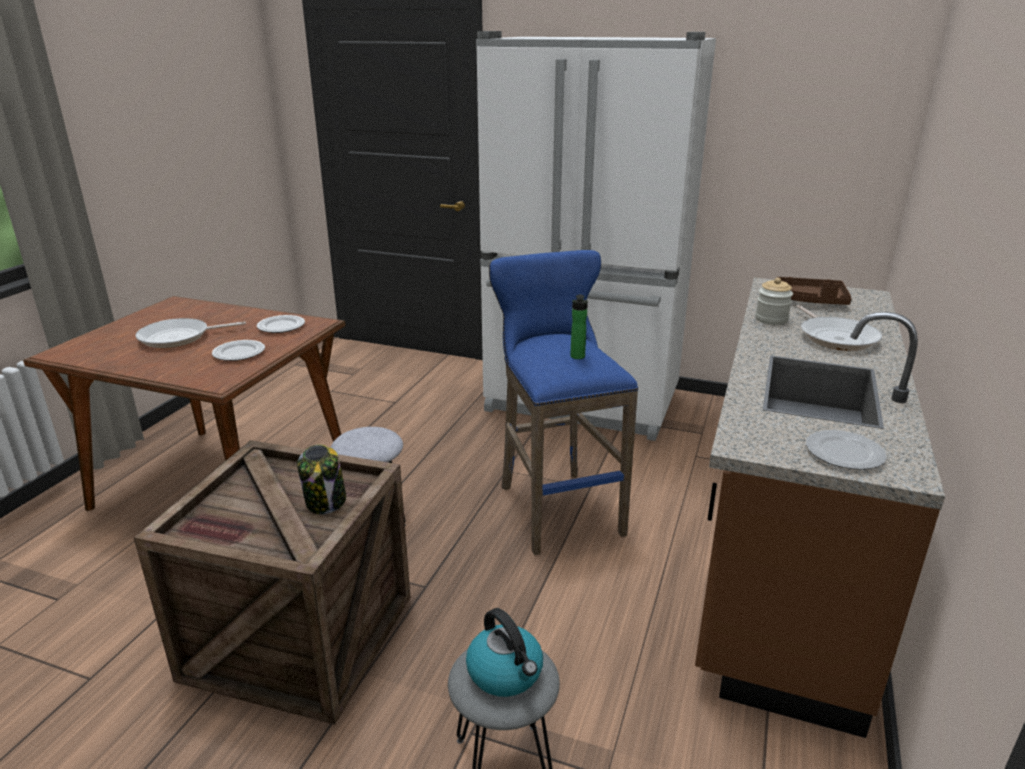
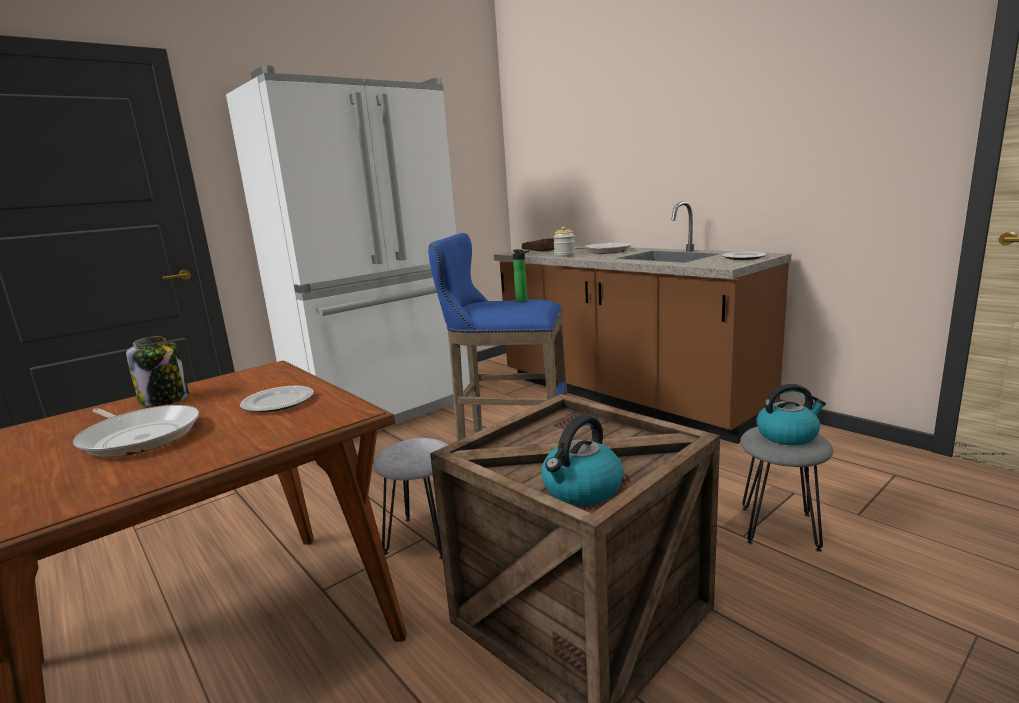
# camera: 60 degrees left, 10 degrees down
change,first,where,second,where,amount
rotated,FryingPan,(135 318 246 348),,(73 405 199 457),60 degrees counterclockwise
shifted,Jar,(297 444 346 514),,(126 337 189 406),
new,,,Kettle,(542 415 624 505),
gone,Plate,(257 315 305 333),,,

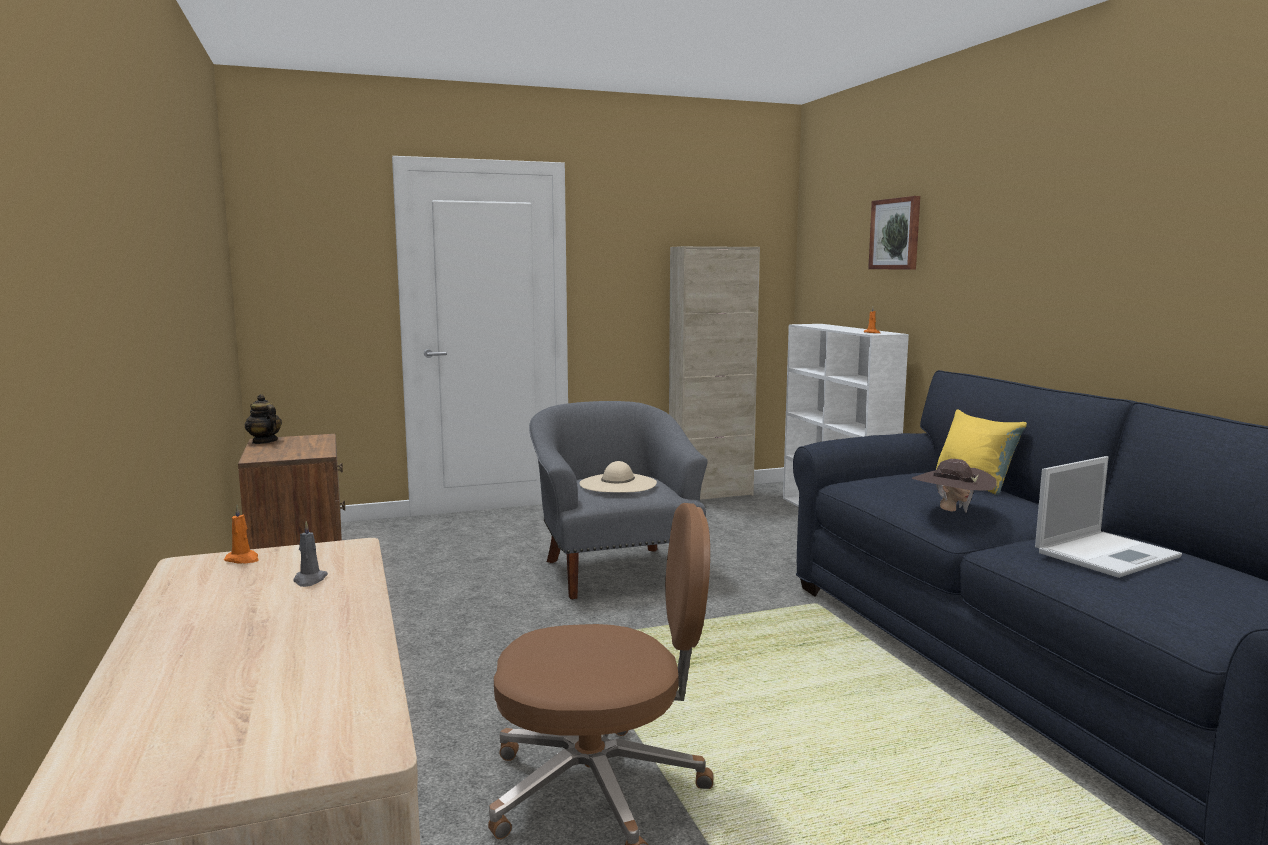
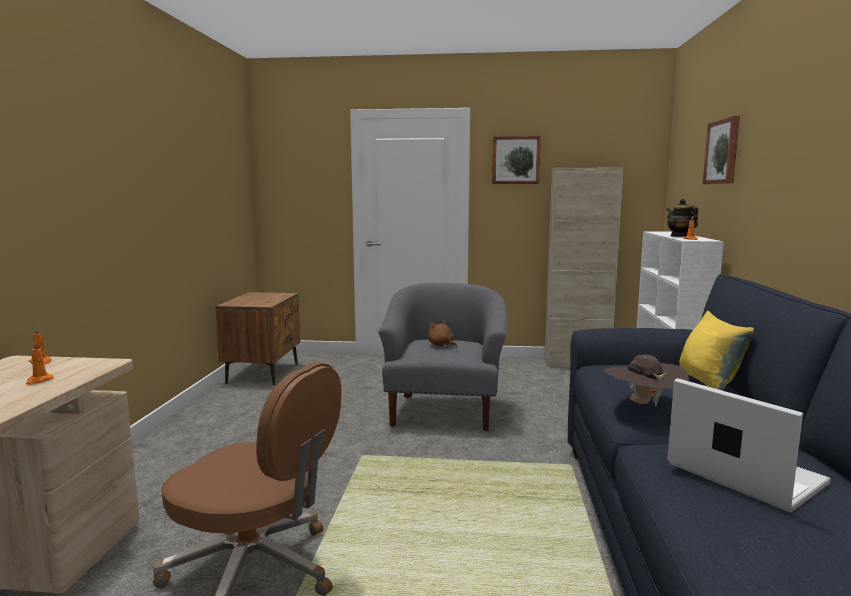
# camera: 25 degrees right, 0 degrees up
change,first,where,second,where,amount
repainted,GreyCandle,(294 521 328 587),OrangeCandle,(26 341 54 385),
swapped,BeigeHat,(579 461 657 492),BrownPlushToy,(428 320 457 348),
new,,,Picture,(492 136 541 184),
shifted,Teapot,(245 394 282 444),,(667 199 698 237),
rotated,Laptop,(1035 456 1182 578),,(667 378 830 513),120 degrees counterclockwise

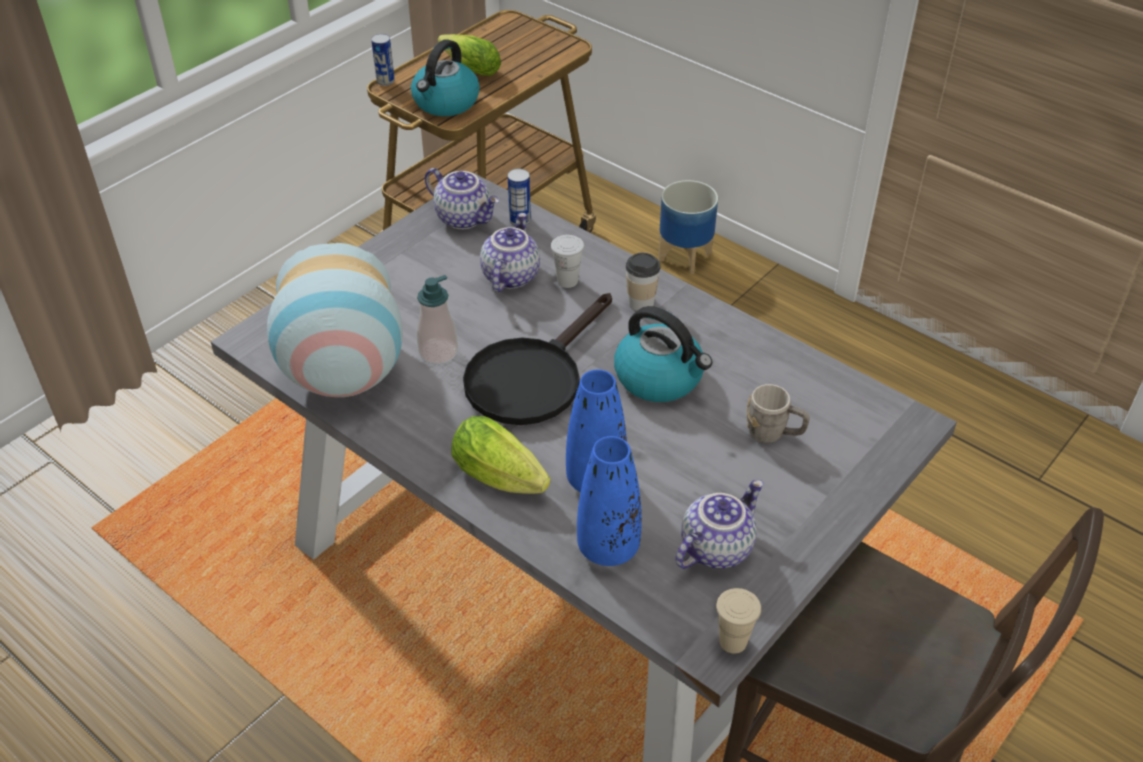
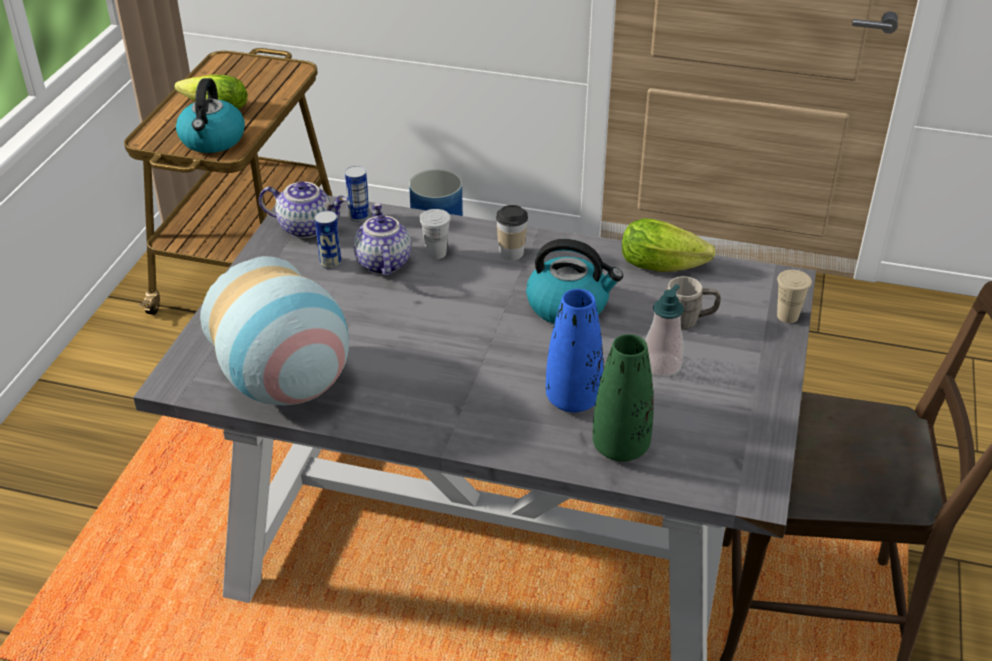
# camera: 25 degrees left, 5 degrees down
change,first,where,second,where,amount
shifted,Can,(371 34 395 86),,(315 211 341 269),
repainted,BlueVase,(577 436 642 566),GreenVase,(593 334 654 462),
shifted,Lettuce,(451 416 551 494),,(622 218 715 272),
shifted,SoapDispenser,(417 275 458 364),,(645 284 684 377),
shifted,BeigeCup,(716 588 761 653),,(777 270 812 323),
gone,BlackFryingPan,(463 293 612 425),,,
gone,Teapot,(675 480 764 569),,,

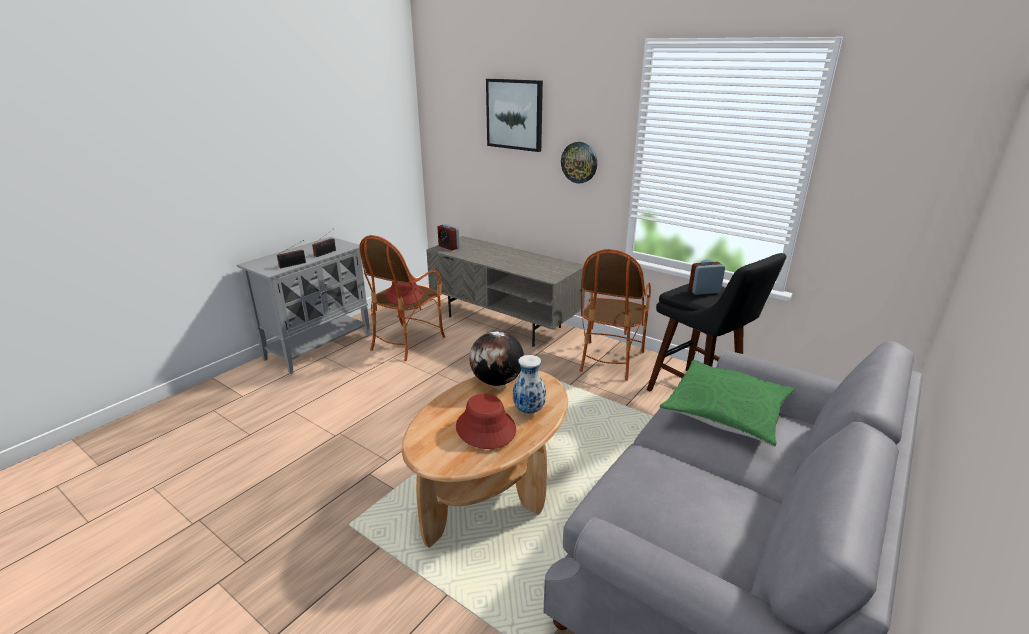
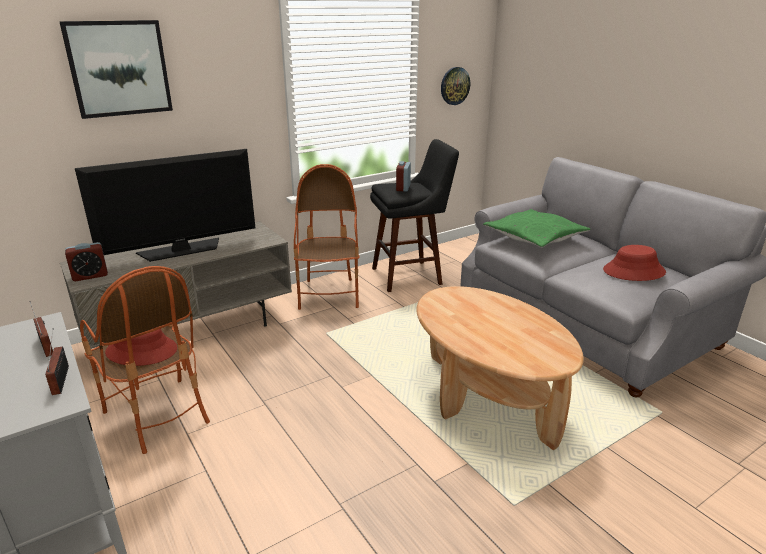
# camera: 70 degrees left, 0 degrees up
change,first,where,second,where,amount
new,,,Television,(75 149 255 262),
rotated,Armchair,(579 249 651 381),,(294 164 359 310),135 degrees counterclockwise
shifted,WallClock,(561 142 597 184),,(441 67 470 105),
shifted,RedHat,(456 393 516 449),,(603 245 666 281),
gone,Globe,(469 331 524 386),,,
gone,Vase,(513 355 546 414),,,

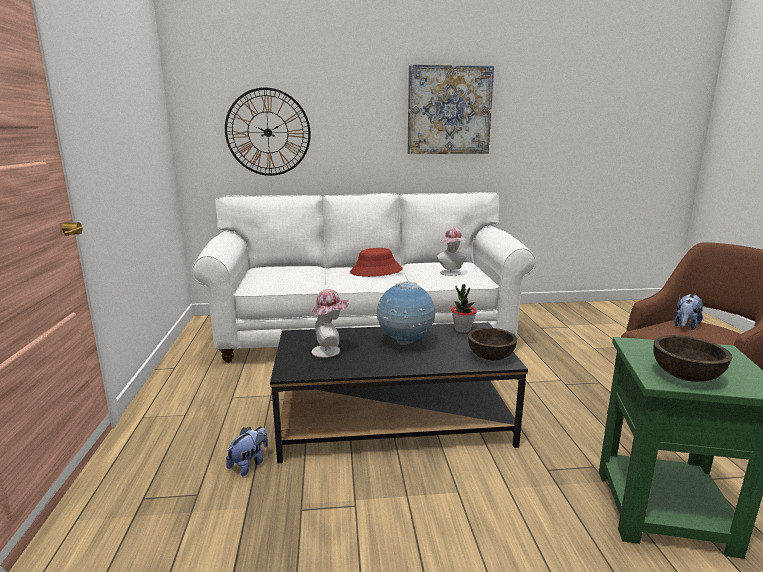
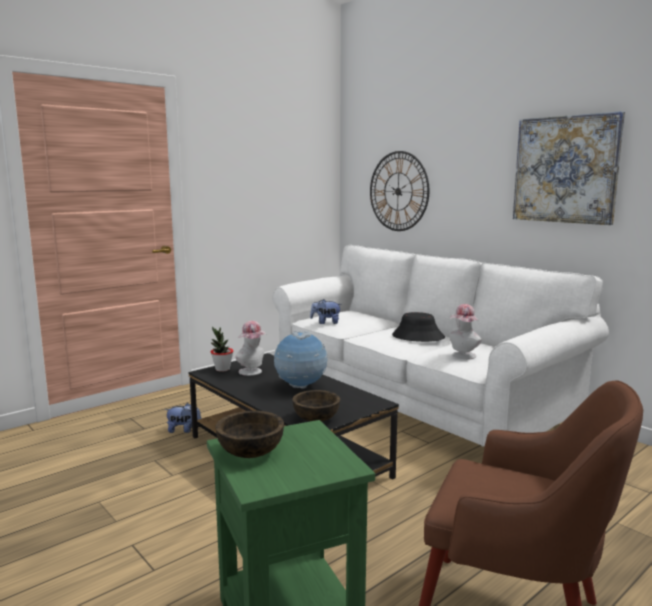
# camera: 55 degrees right, 5 degrees down
change,first,where,second,where,amount
shifted,PottedPlant,(451 284 477 333),,(211 326 233 372),
shifted,PlushToy,(674 294 703 330),,(310 299 342 324),
repainted,RedHat,(350 248 403 277),BlackHat,(392 312 445 342),

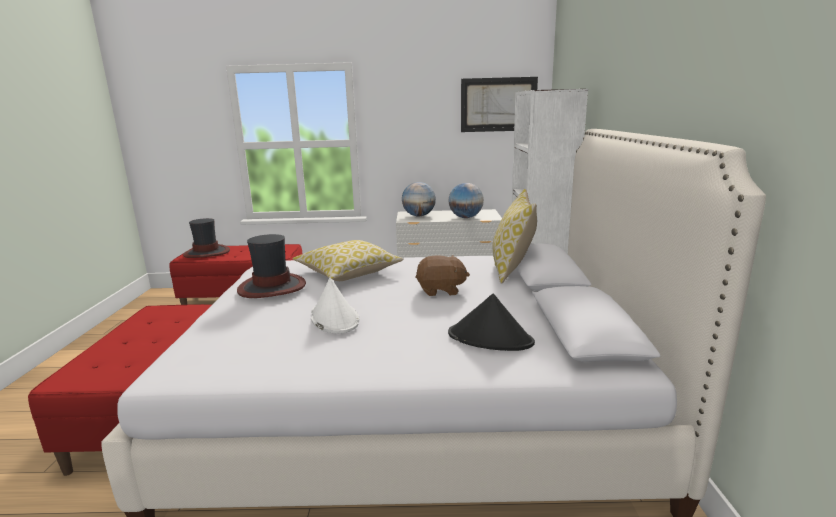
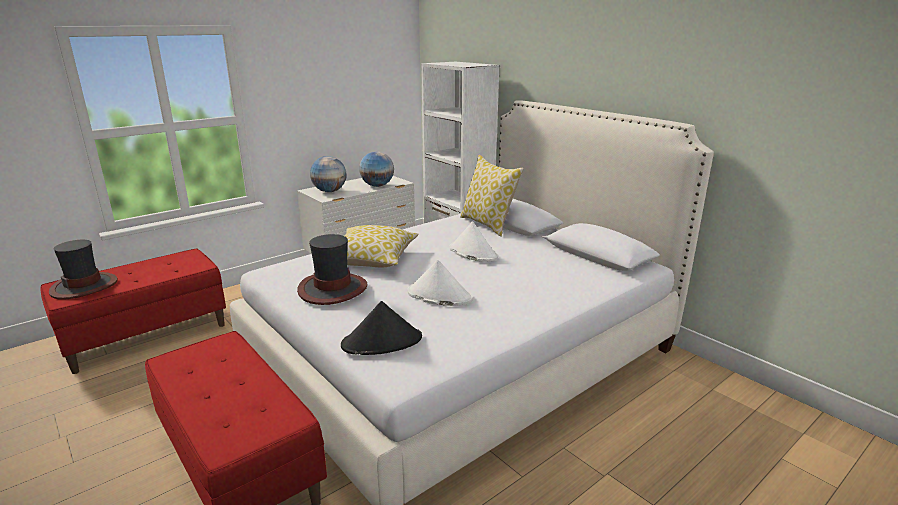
# camera: 40 degrees left, 5 degrees up
change,first,where,second,where,amount
shifted,BlackHat,(448 293 535 351),,(341 301 422 355),
swapped,BrownPlushToy,(415 255 470 296),WhiteHat,(450 221 498 262),
gone,Picture,(461 77 538 132),,,

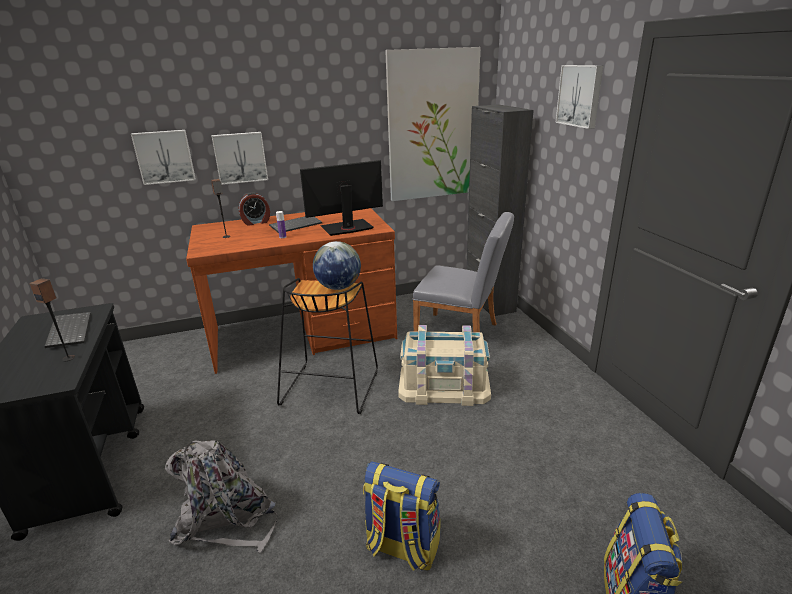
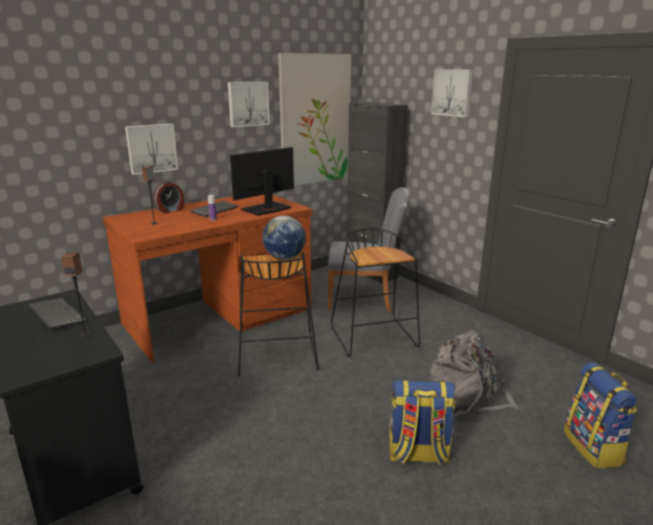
# camera: 20 degrees left, 5 degrees down
change,first,where,second,where,amount
shifted,Picture,(131 130 196 185),,(228 82 270 127),
swapped,BeigeStorageBox,(398 325 491 406),BlackStool,(331 228 420 357),
shifted,GreyBackpack,(165 440 277 553),,(430 330 518 417),

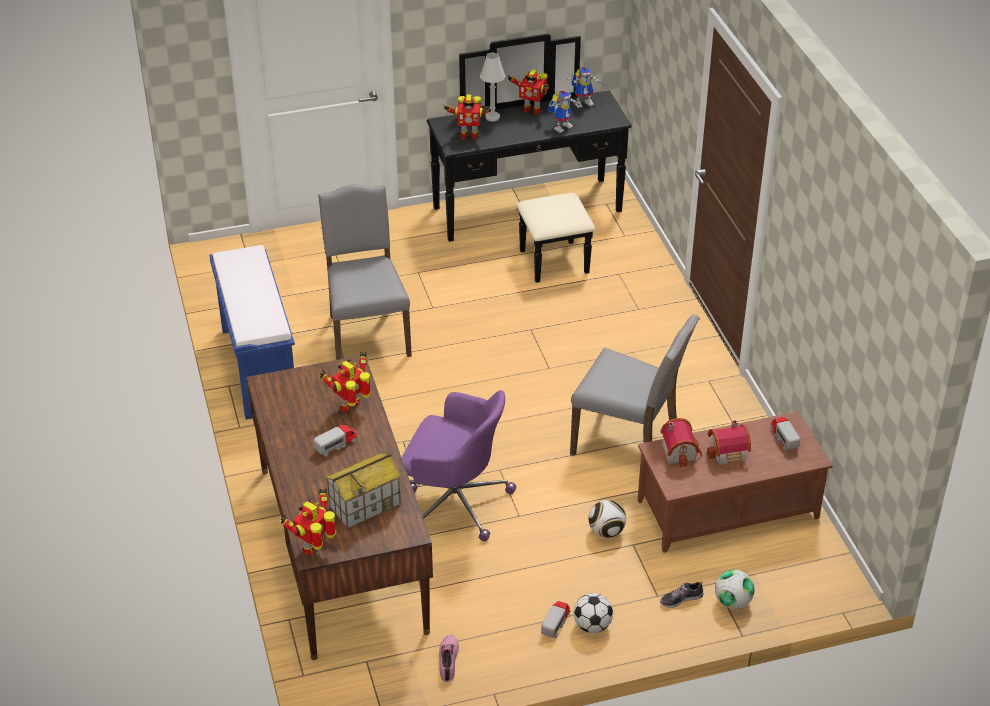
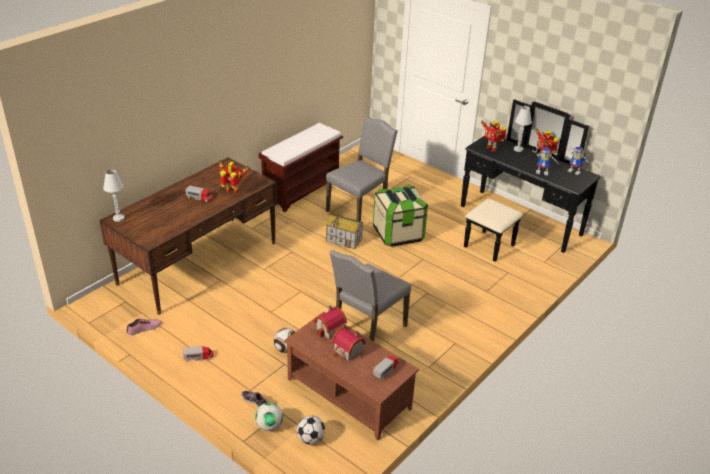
# camera: 55 degrees right, 5 degrees down
change,first,where,second,where,amount
swapped,ToyRobot,(280 488 336 555),WhiteTableLamp,(103 169 125 222),
repainted,BlueBench,(209 245 295 420),BrownBench,(258 123 343 212),
shifted,Football,(573 593 613 633),,(297 416 325 445),
shifted,ToyHouse,(325 453 401 529),,(326 213 363 249),
rotated,GreyChair,(570 314 700 456),,(329 250 411 342),45 degrees clockwise
new,,,StorageBox,(373 185 428 247),
gone,PurpleOfficeChair,(402 390 516 542),,,

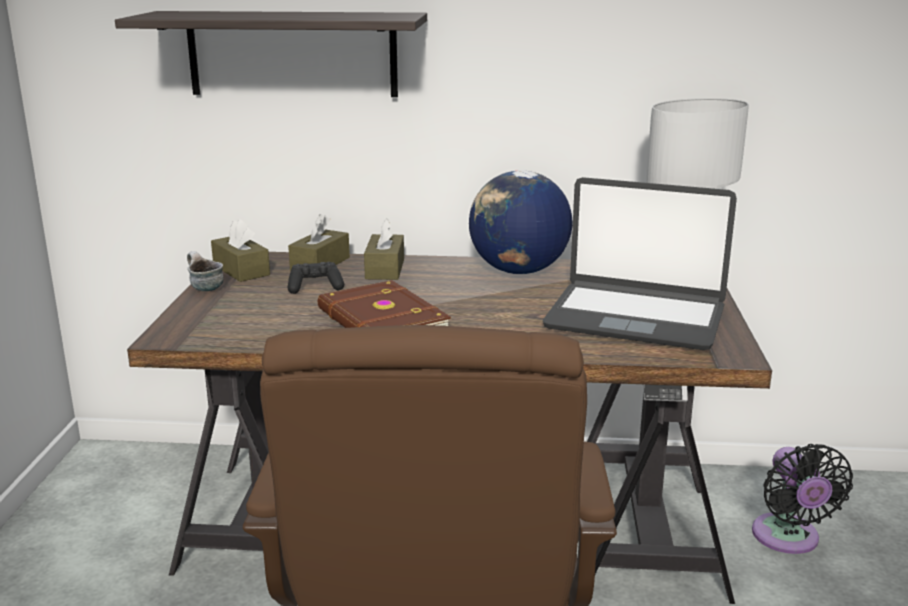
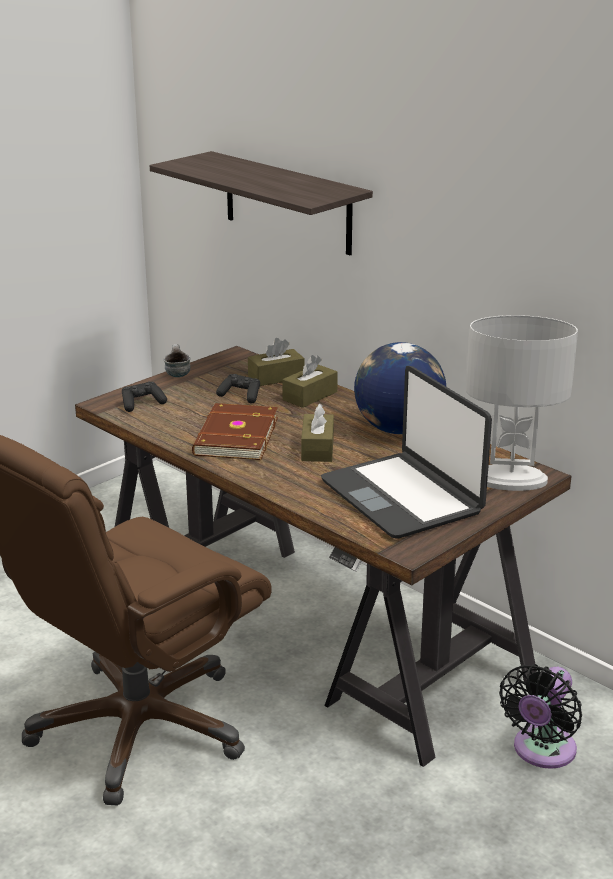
# camera: 40 degrees right, 5 degrees up
change,first,where,second,where,amount
new,,,BlackGameController,(122 382 167 412),
shifted,BrownTissueBox,(211 219 270 282),,(301 403 334 462),

